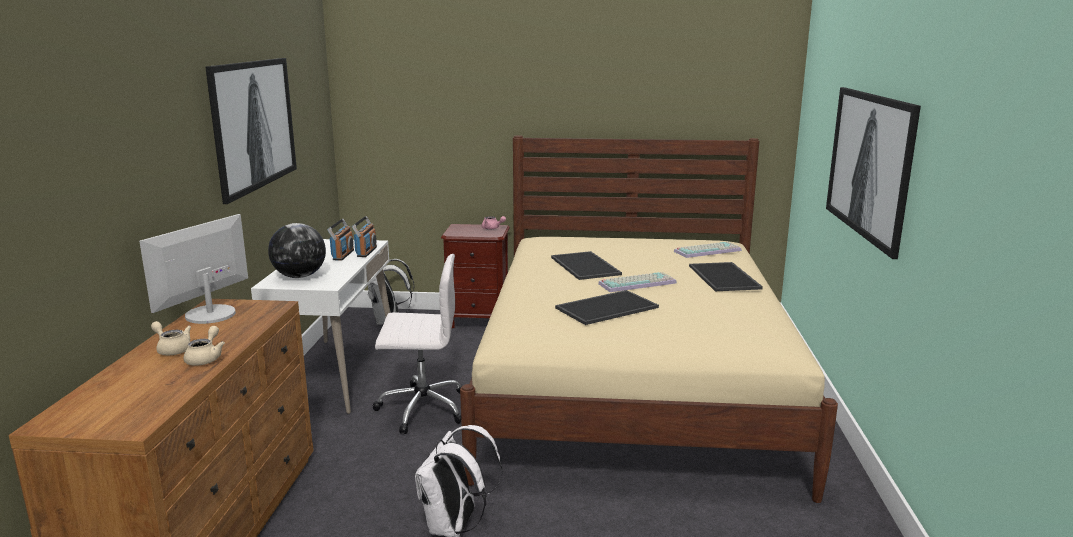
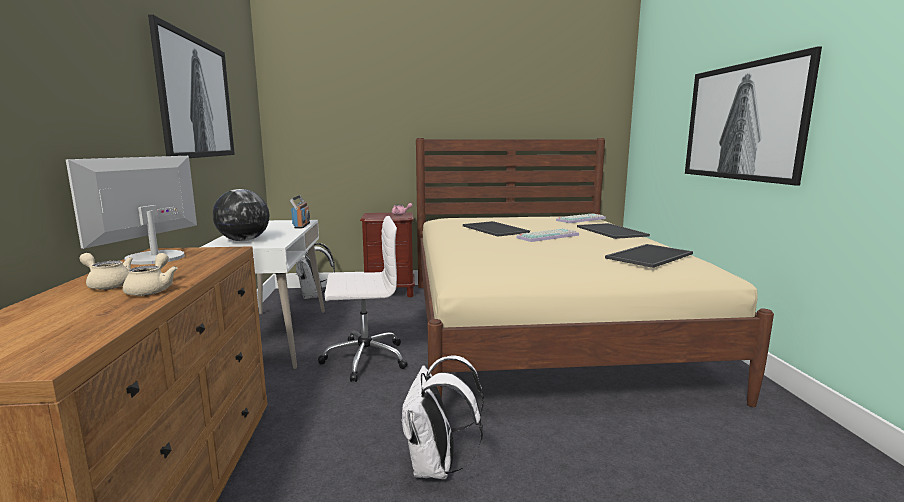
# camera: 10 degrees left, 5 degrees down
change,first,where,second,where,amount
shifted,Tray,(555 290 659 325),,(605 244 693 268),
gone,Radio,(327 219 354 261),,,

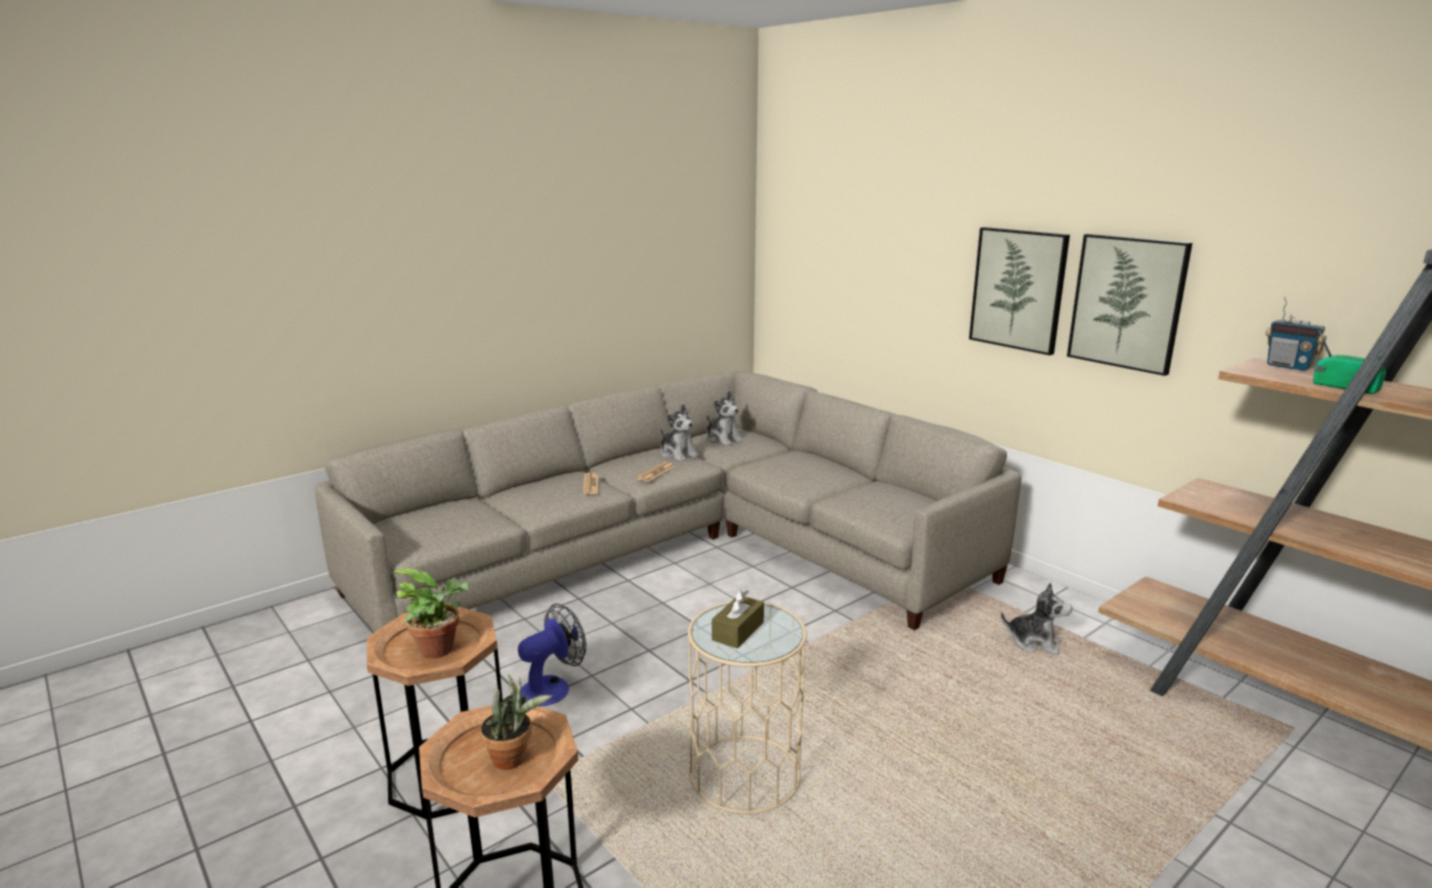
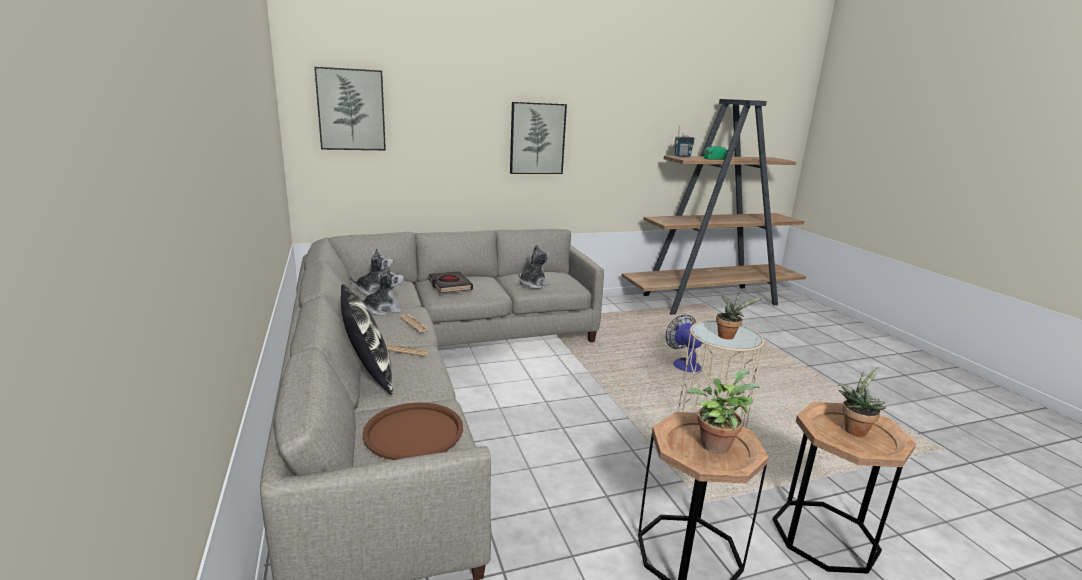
# camera: 70 degrees left, 0 degrees up
change,first,where,second,where,amount
shifted,Picture,(1067 234 1192 376),,(314 67 386 150),
new,,,Pillow,(341 284 393 394),
new,,,BrownTray,(362 402 463 460),
new,,,BlackBook,(429 271 473 293),
shifted,PlushToy,(1001 583 1072 655),,(518 244 550 289),
shifted,Fan,(518 604 586 706),,(666 315 702 372),
swapped,BrownTissueBox,(712 589 764 648),PottedPlant,(716 292 764 339),

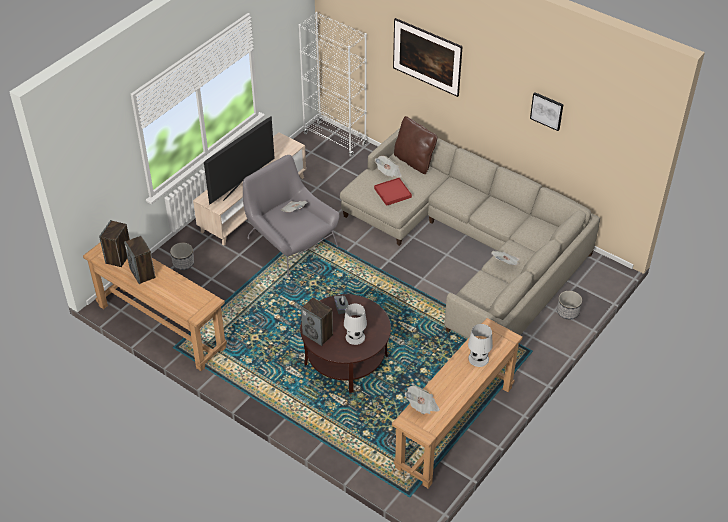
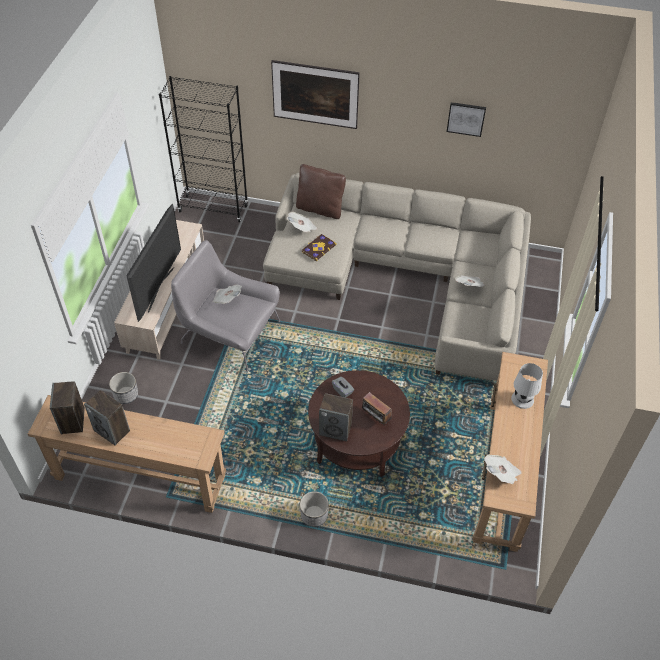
# camera: 25 degrees left, 5 degrees up
change,first,where,second,where,amount
repainted,WhiteBookcase,(298 12 367 157),BlackBookcase,(159 76 248 222),
shifted,Planter,(557 291 582 319),,(300 491 329 527),
swapped,RedTray,(374 178 412 206),Book,(302 234 337 261),
swapped,WhiteTableLamp,(344 304 367 345),Radio,(362 392 392 426),

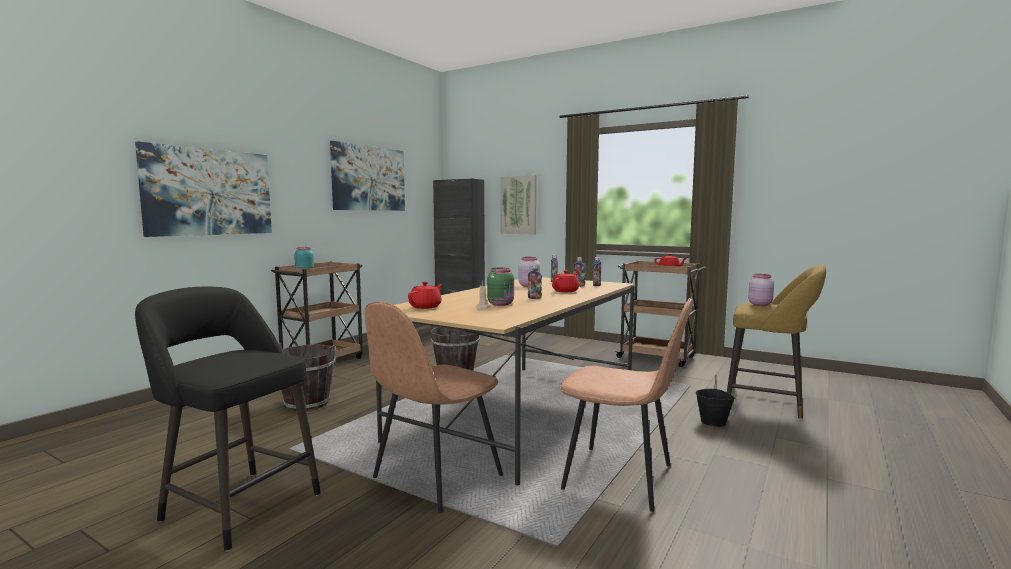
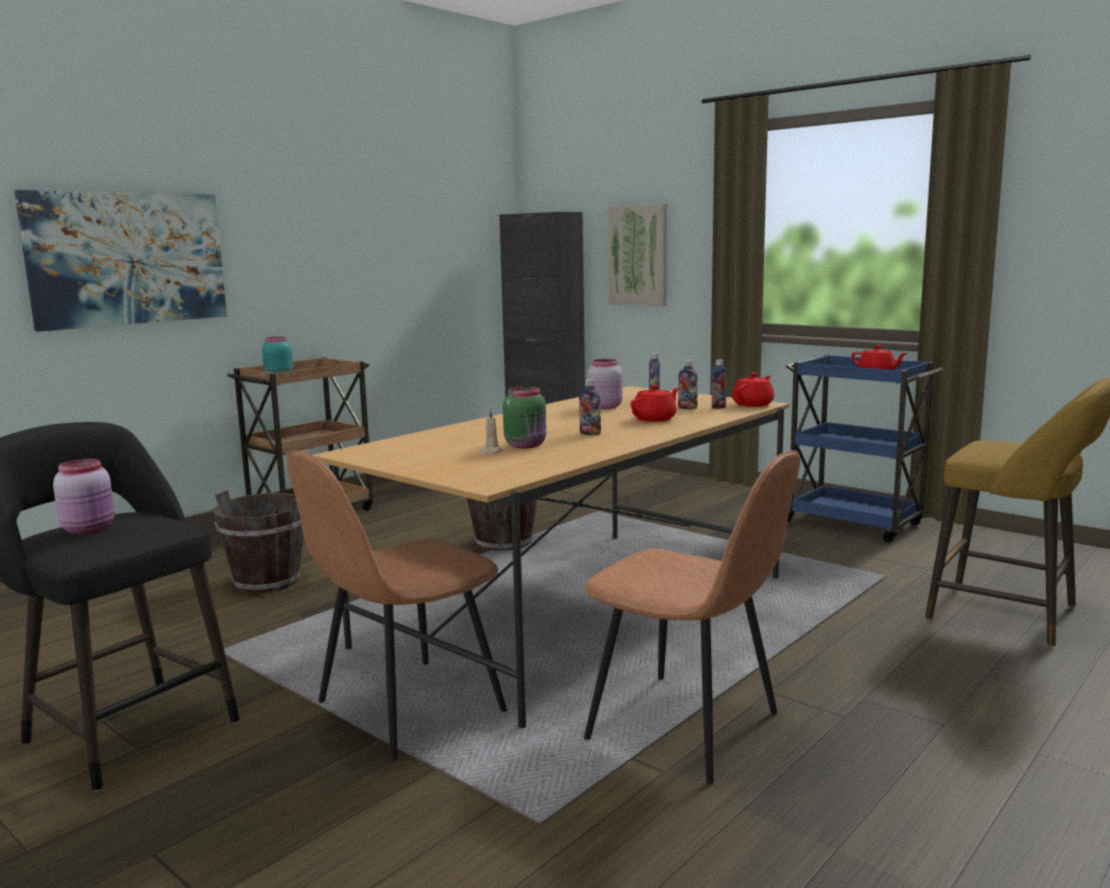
# camera: 10 degrees right, 5 degrees up
change,first,where,second,where,amount
shifted,PinkJar,(748 274 774 306),,(53 459 115 534),
shifted,RedTeapot,(408 282 442 309),,(732 373 774 407),
repainted,BrownCart,(614 261 706 367),BlueCart,(786 355 944 543),
gone,Picture,(330 141 405 211),,,
gone,BlackBucket,(696 376 735 427),,,

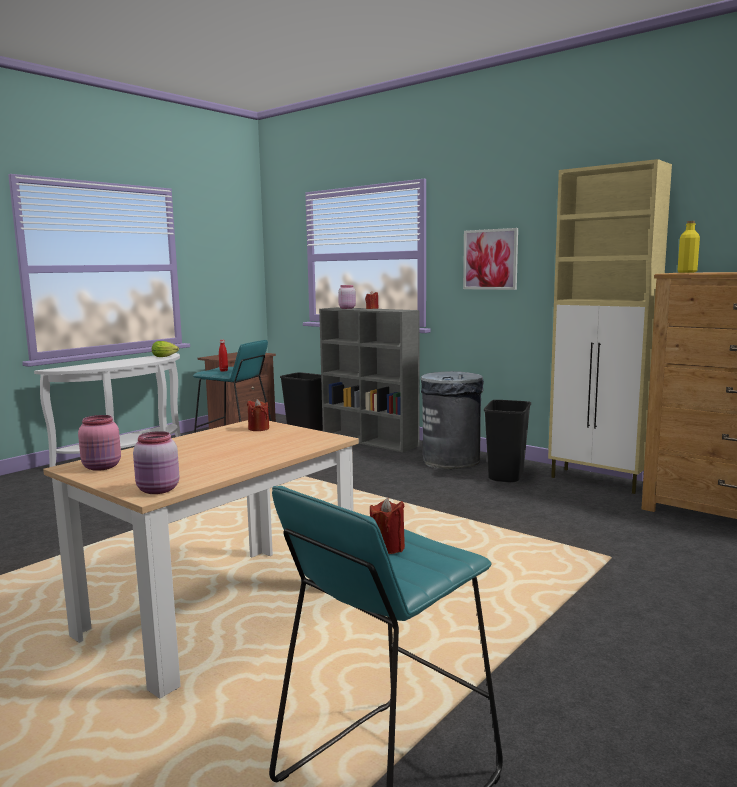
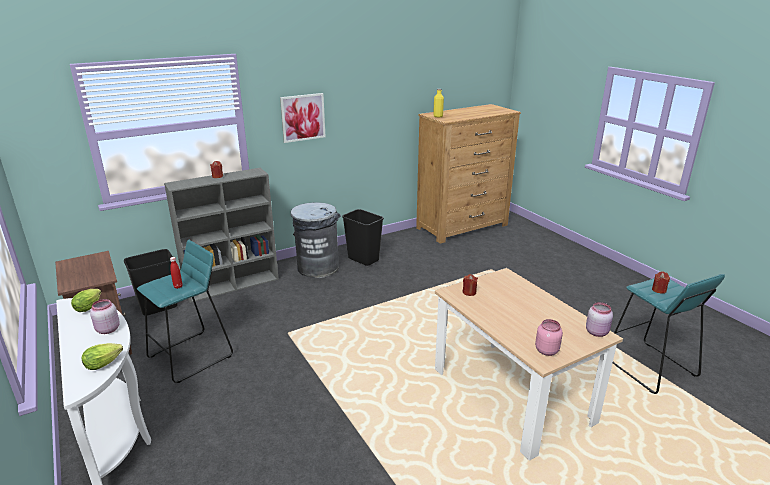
# camera: 70 degrees left, 15 degrees up
change,first,where,second,where,amount
new,,,Lettuce,(82 343 123 370),
shifted,PinkJar,(338 285 356 309),,(90 299 120 334),
gone,BeigeCabinet,(548 159 672 494),,,

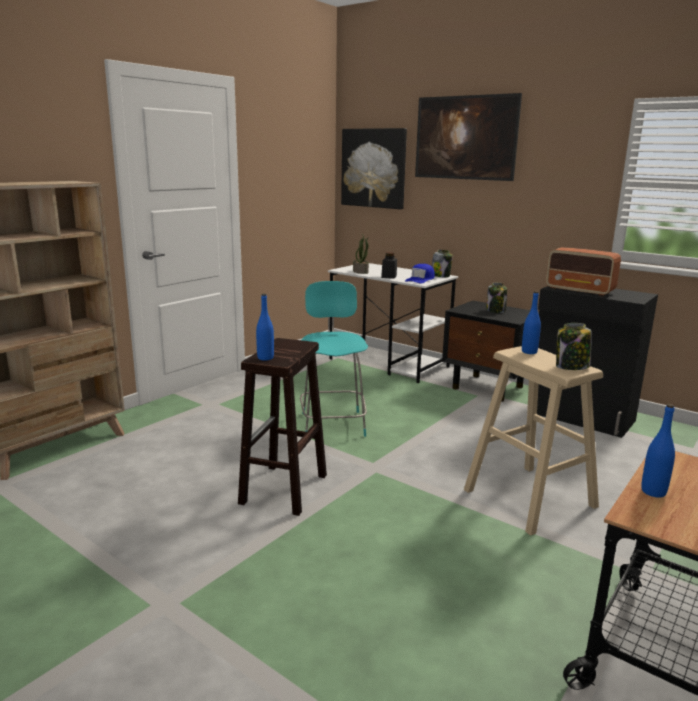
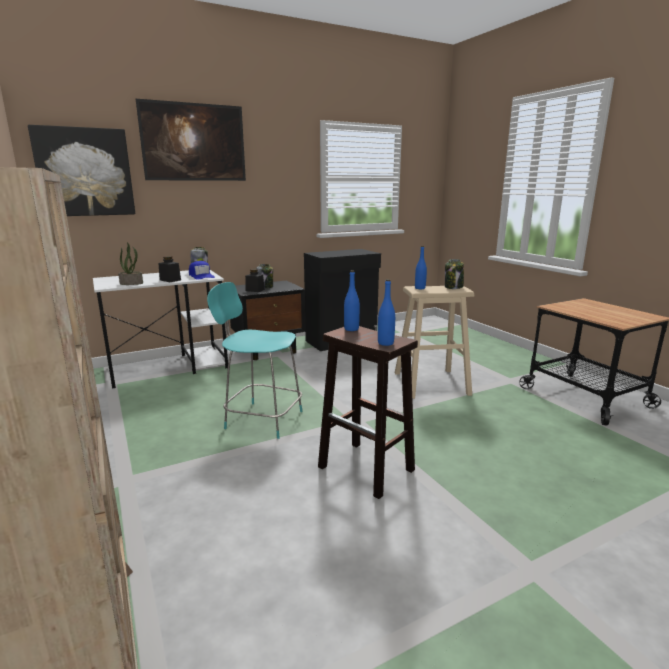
# camera: 65 degrees left, 0 degrees up
change,first,where,second,where,amount
new,,,BlackJar,(245 269 265 292),
shifted,BlueBottle,(641 404 675 497),,(344 270 360 331),
gone,Radio,(546 247 621 296),,,

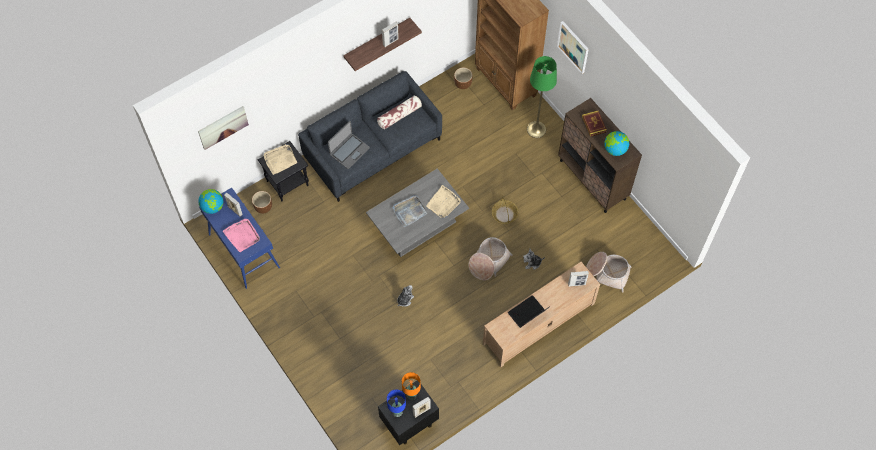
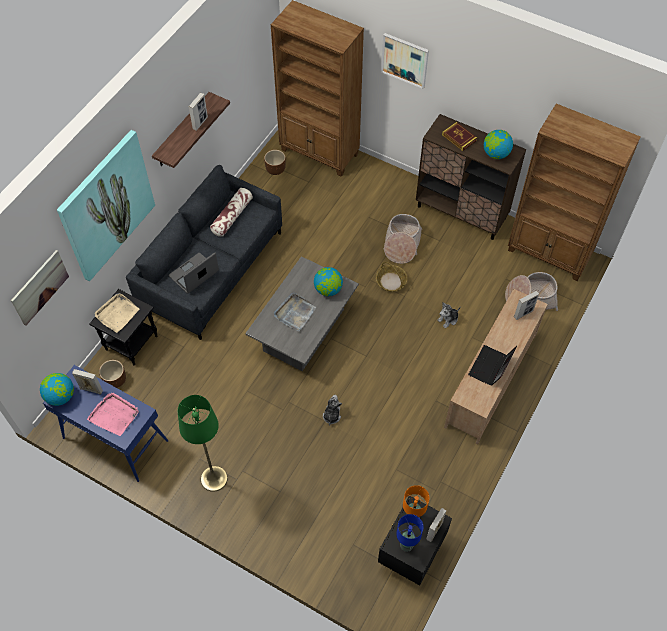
# camera: 25 degrees left, 5 degrees down
change,first,where,second,where,amount
new,,,Picture,(57 130 155 282),
rotated,Laptop,(328 121 370 169),,(169 253 219 294),150 degrees counterclockwise
shifted,GreenFloorLamp,(527 56 557 138),,(178 395 228 492),
swapped,BeigeTray,(426 185 461 219),Globe,(314 267 343 296),
shifted,Basket,(469 237 513 280),,(384 214 422 264),
new,,,BrownBookcase,(508 104 641 281),

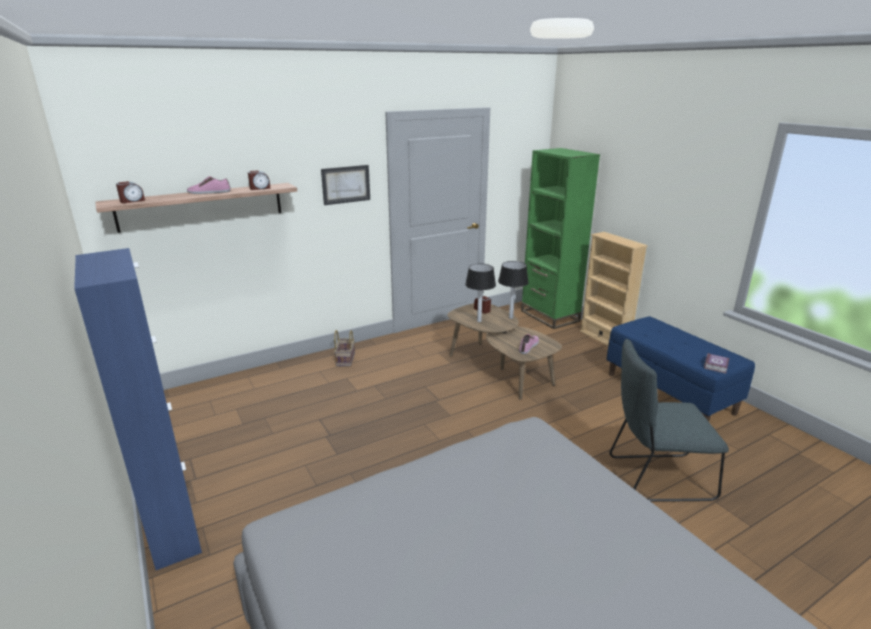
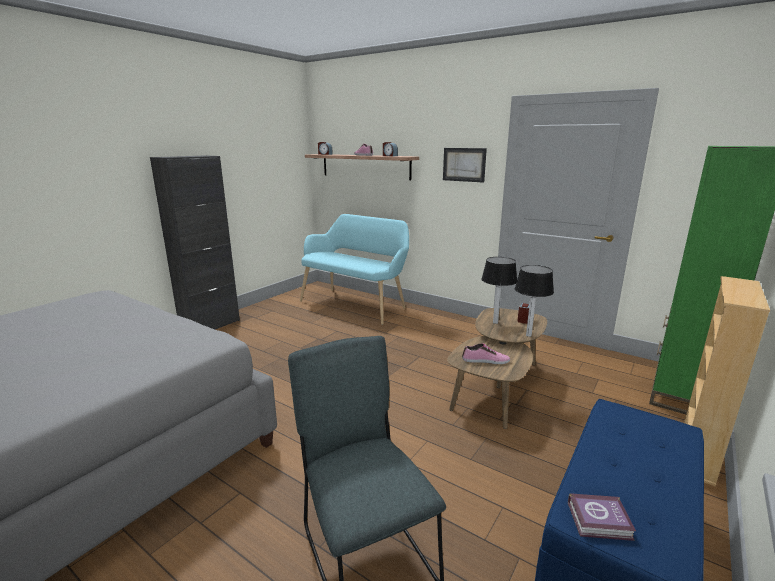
# camera: 65 degrees right, 5 degrees down
change,first,where,second,where,amount
repainted,BlueCabinet,(74 248 202 570),BlackCabinet,(150 155 240 329),
new,,,TurquoiseBench,(300 214 409 325),
gone,Basket,(334 330 355 366),,,

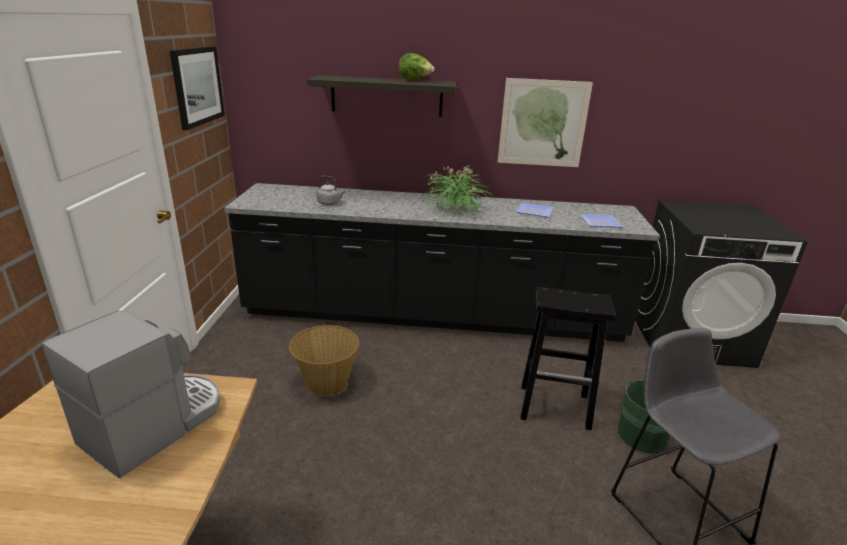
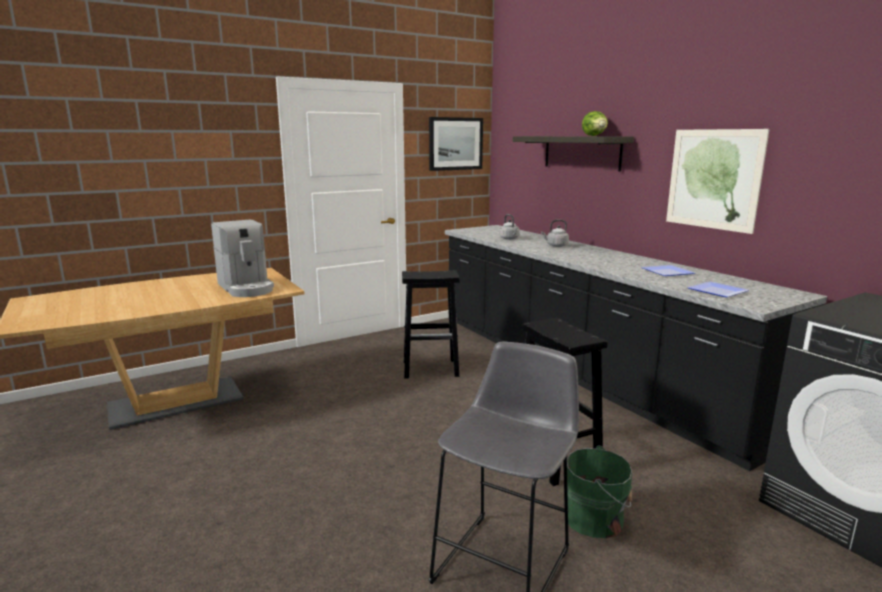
# camera: 55 degrees right, 10 degrees down
change,first,where,second,where,amount
rotated,CoffeeMachine,(42 311 220 478),,(211 220 274 297),60 degrees clockwise
swapped,Basket,(289 325 359 396),BlackStool,(402 270 460 378),
new,,,GreyKettle,(541 220 569 247),
gone,PottedPlant,(420 165 494 217),,,

